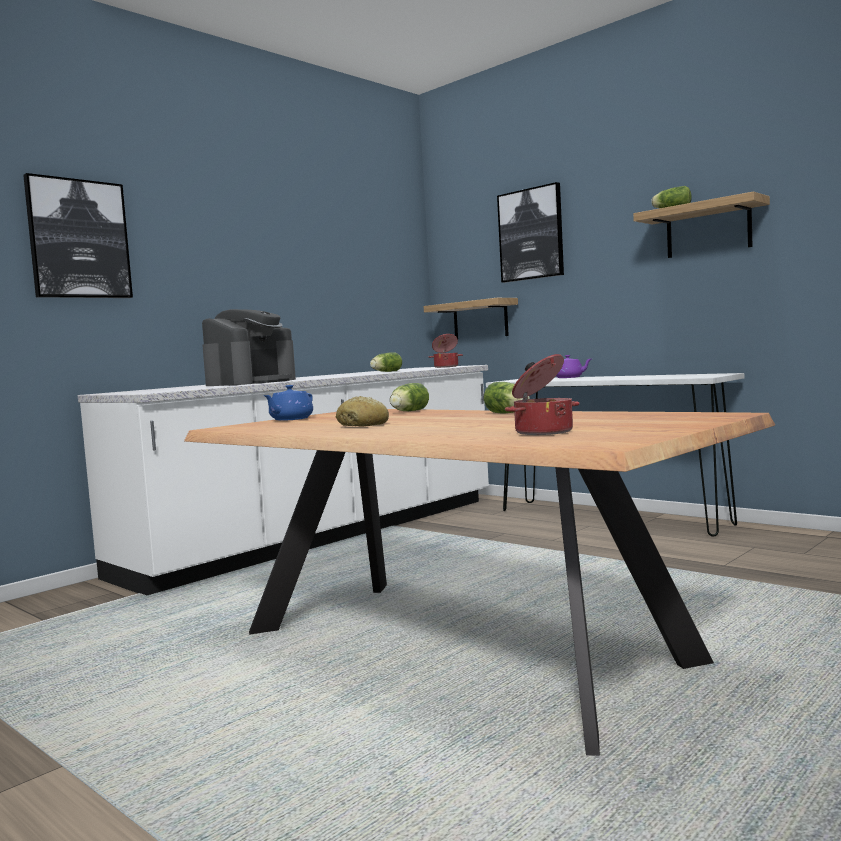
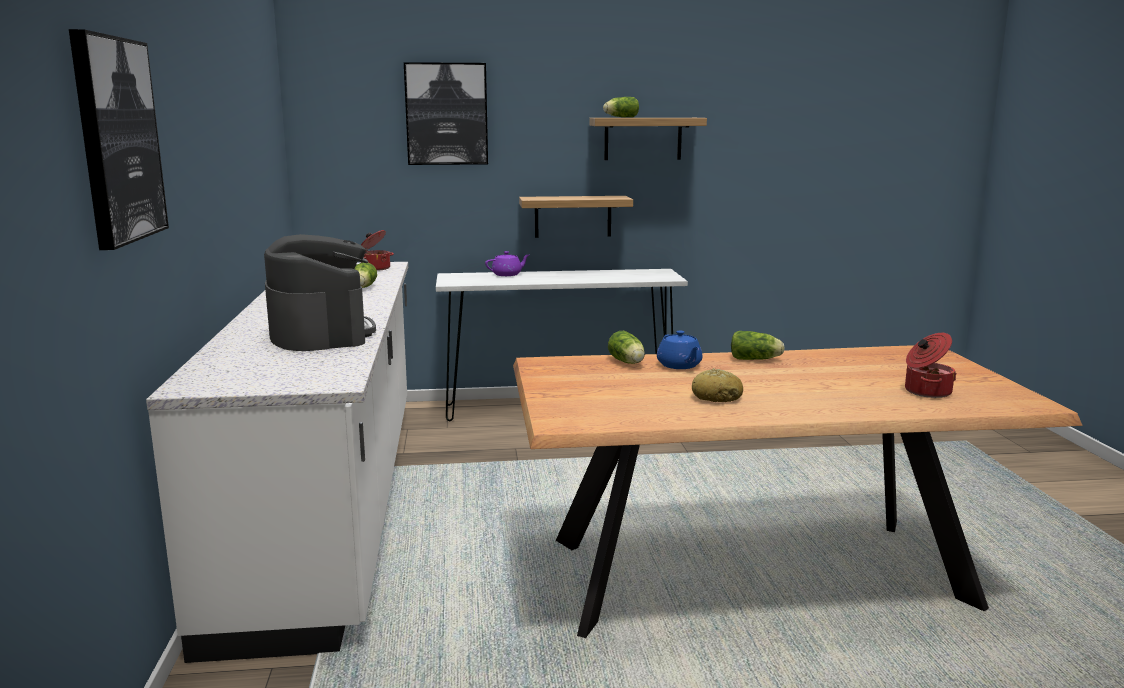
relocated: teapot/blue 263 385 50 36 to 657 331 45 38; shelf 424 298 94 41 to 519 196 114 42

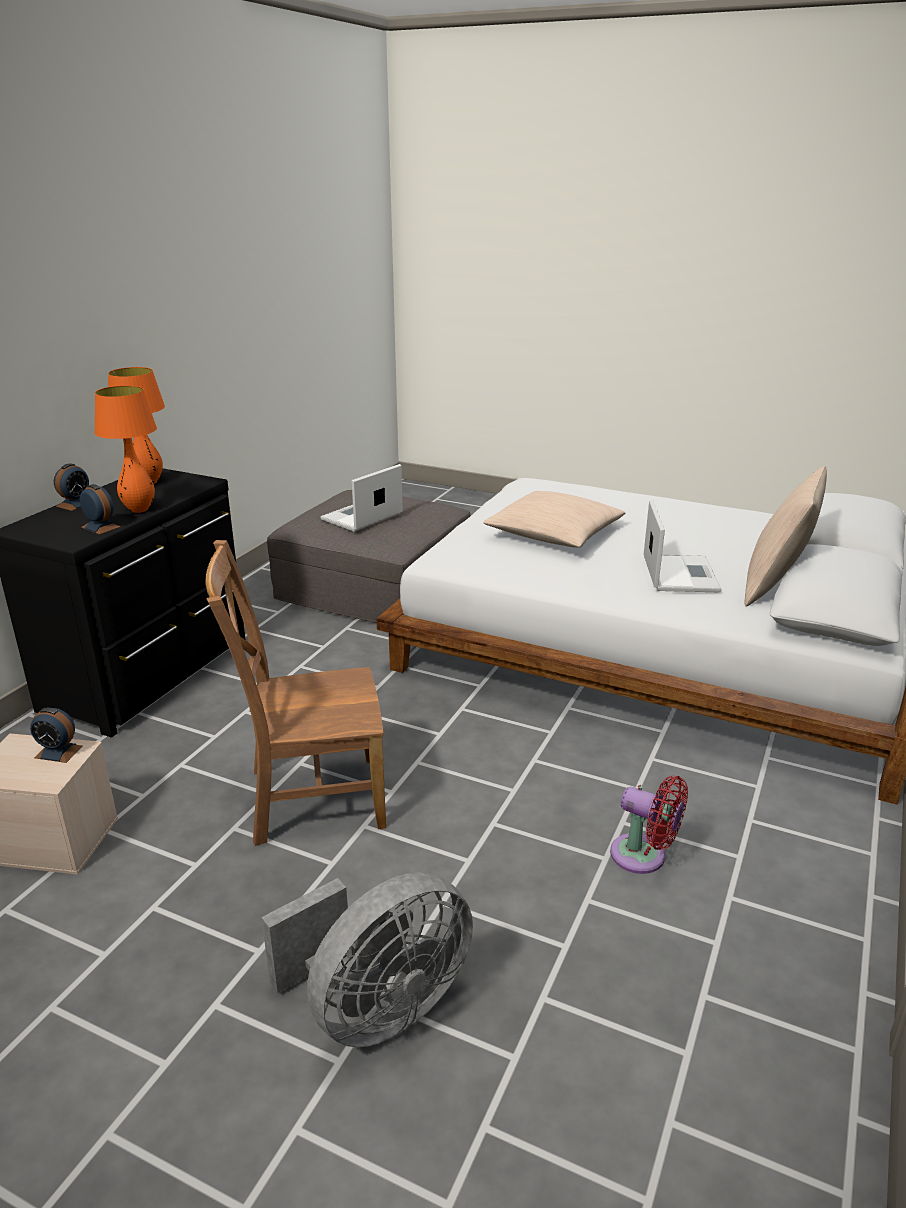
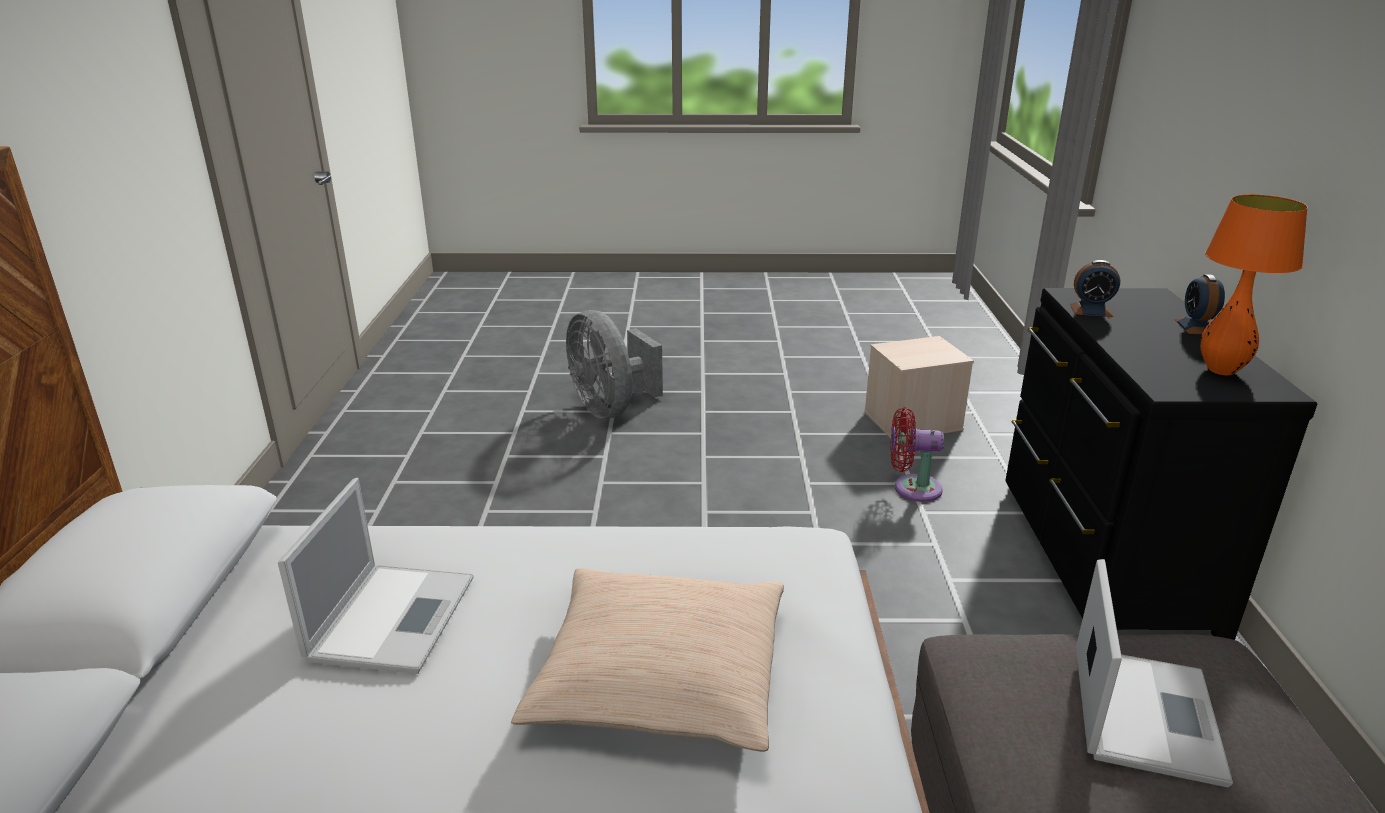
missing: alarm clock 30 708 53 55; table lamp/orange 94 385 63 128; chair/brown 205 540 181 306; pillow/beige 744 466 83 140
relocated: fan/red 610 776 78 98 to 890 408 54 94
spun: fan/grey 261 872 212 175 = 566 310 97 108 60 degrees counterclockwise; laptop 644 500 77 92 = 278 478 196 196 150 degrees counterclockwise

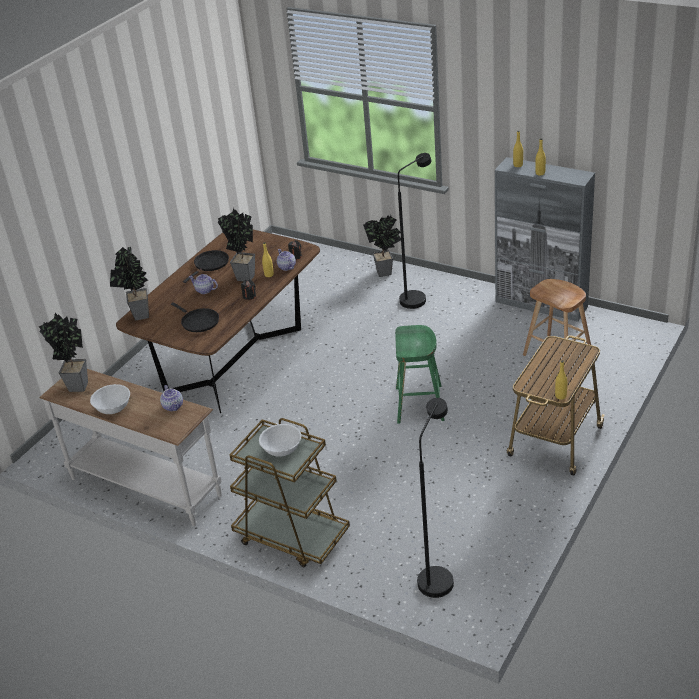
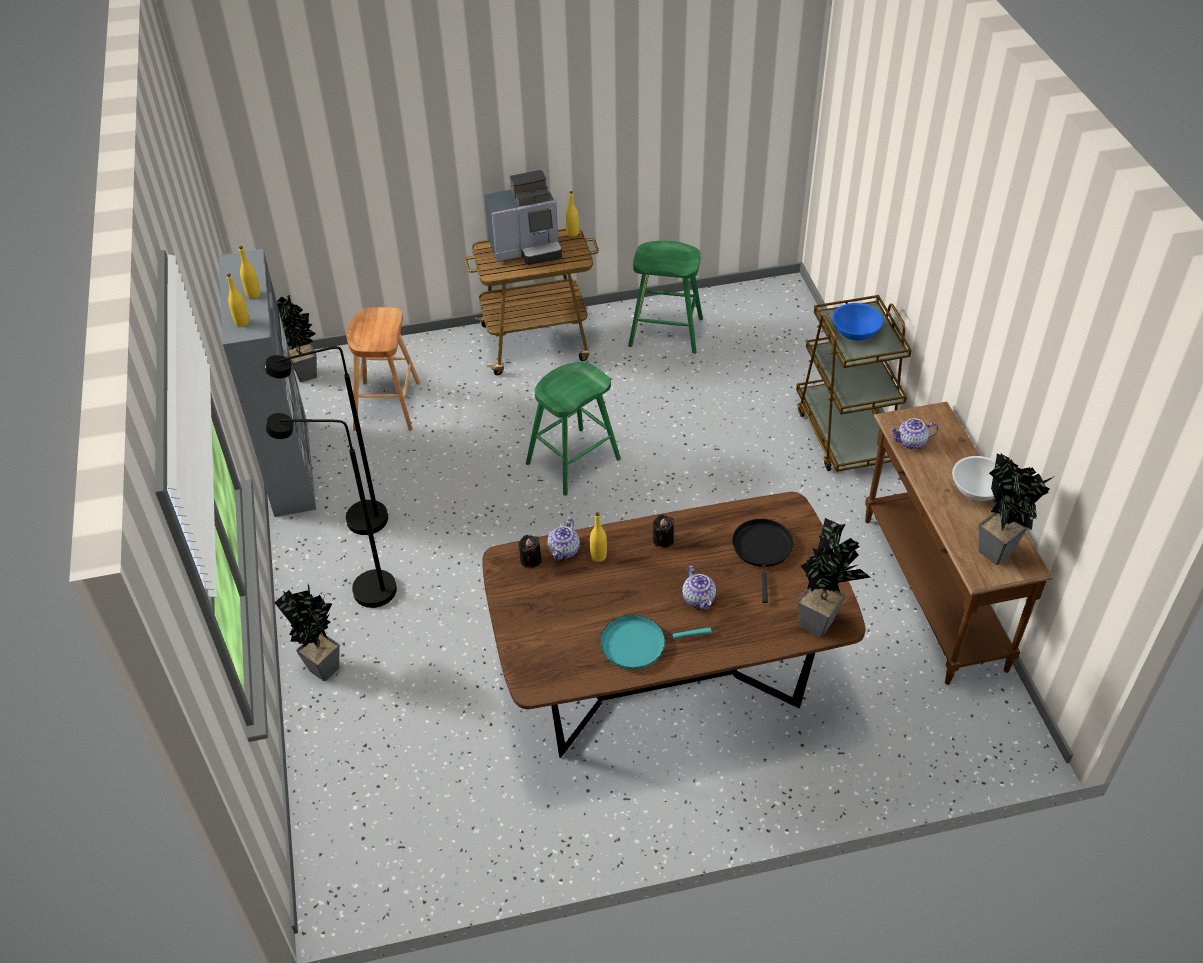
appeared: coffee machine 484 170 78 95; stool/green 628 241 75 113
relocated: potted plant 217 208 38 74 to 277 295 40 87; floor lamp/black 417 398 37 200 to 265 346 123 189
colour: console table/white 39 369 183 157 to console table/brown 865 402 188 283; frying pan/black 183 250 46 33 to frying pan/turquoise 600 615 112 55; bowl/white 259 424 42 33 to bowl/blue 833 303 50 37
spun: teapot 160 385 23 26 = 890 418 48 31 120 degrees counterclockwise

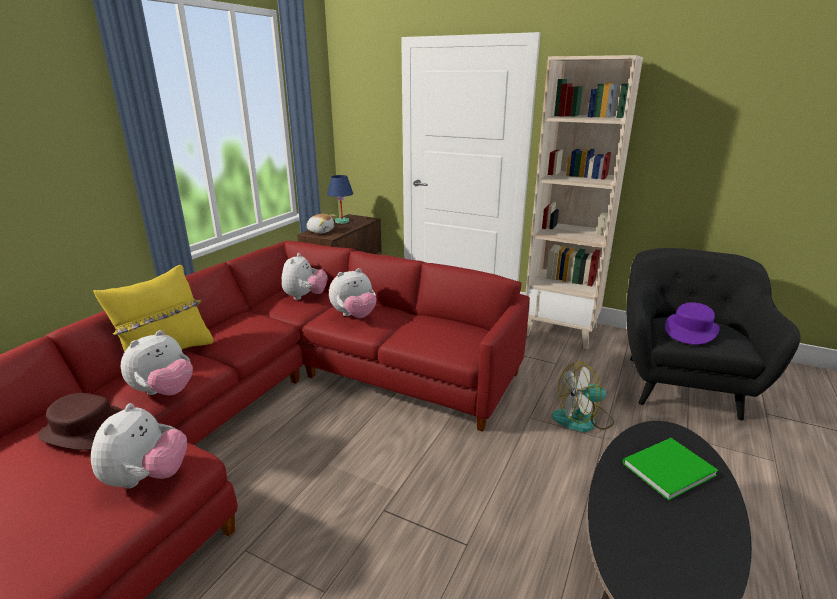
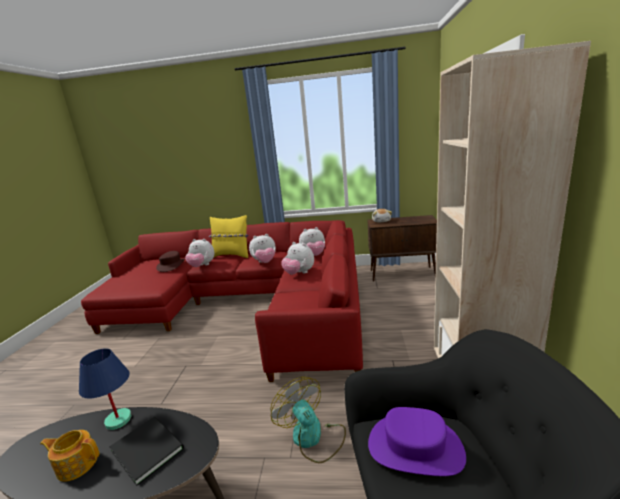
appeared: teapot 40 430 60 52
relocated: plush toy 91 403 96 86 to 249 234 27 29; table lamp/blue 327 175 26 49 to 79 348 53 82
colour: book/green 622 438 96 62 to book/black 109 417 75 69

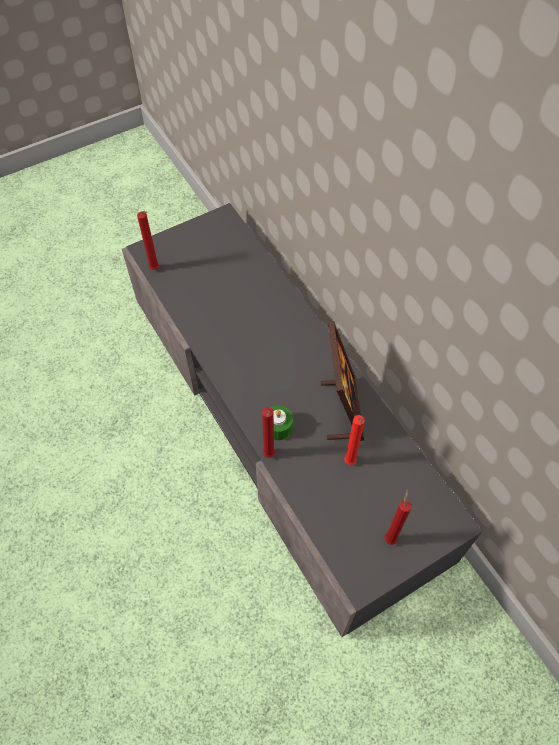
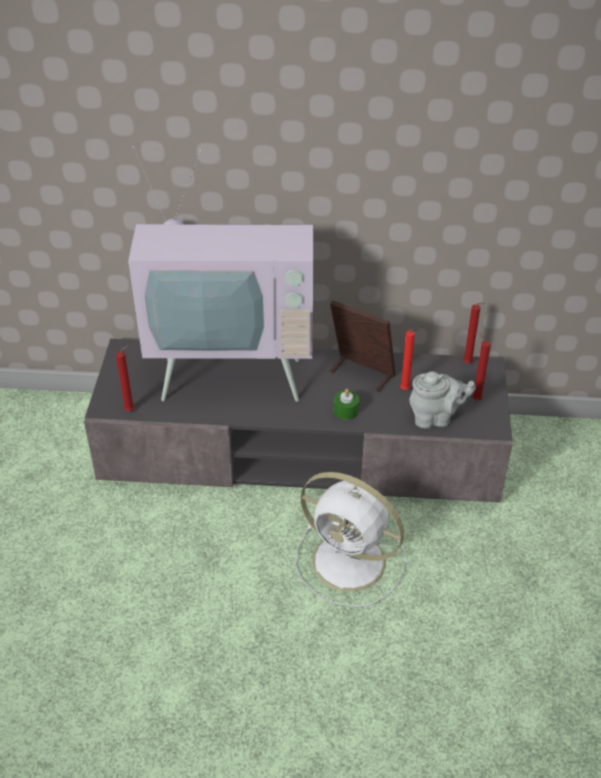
appeared: television 128 146 185 256; fan/white 295 472 111 135; teapot/grey 410 371 66 57
relocated: candle/red 262 407 13 51 to 463 303 22 60

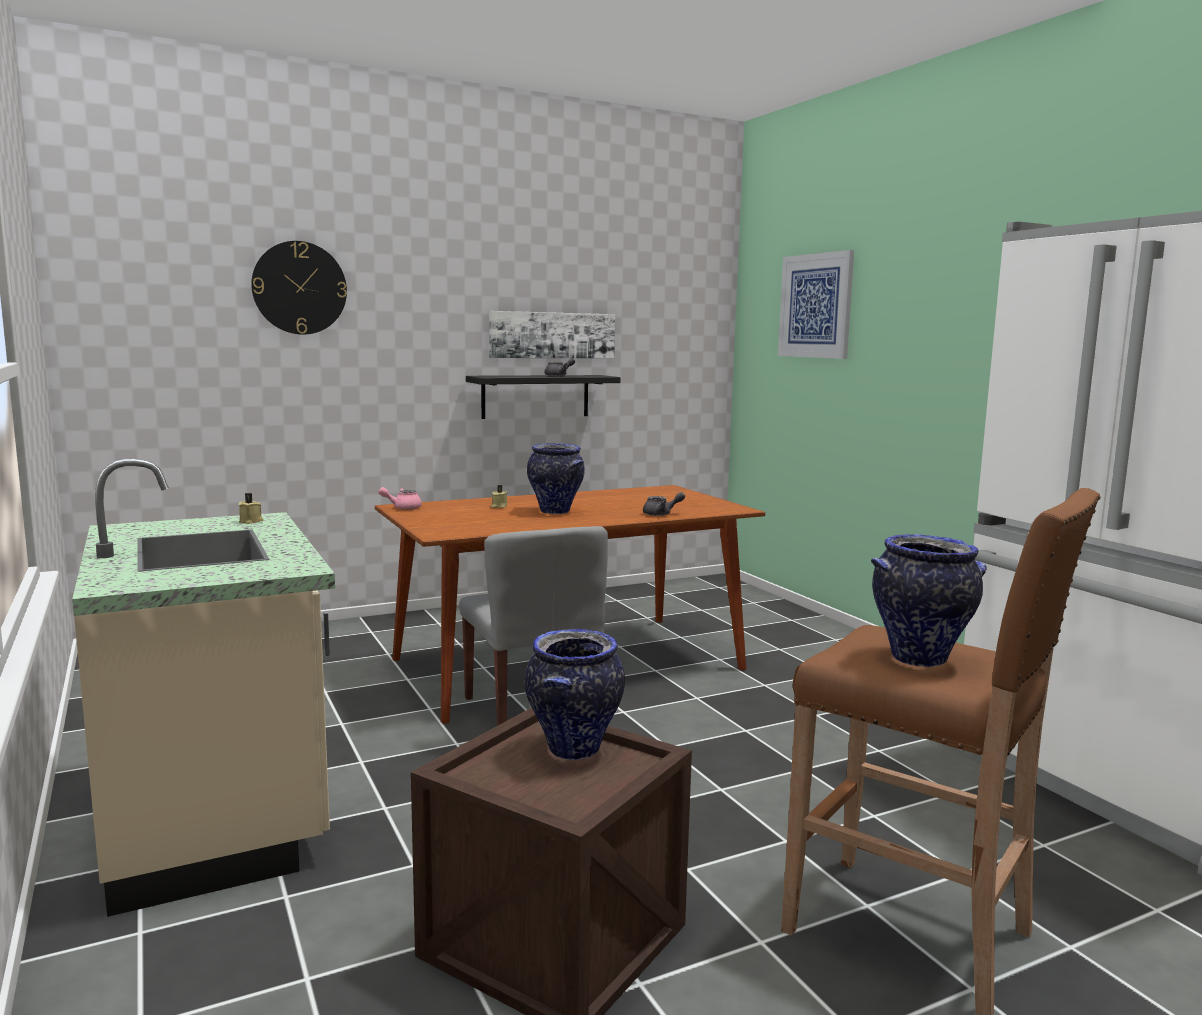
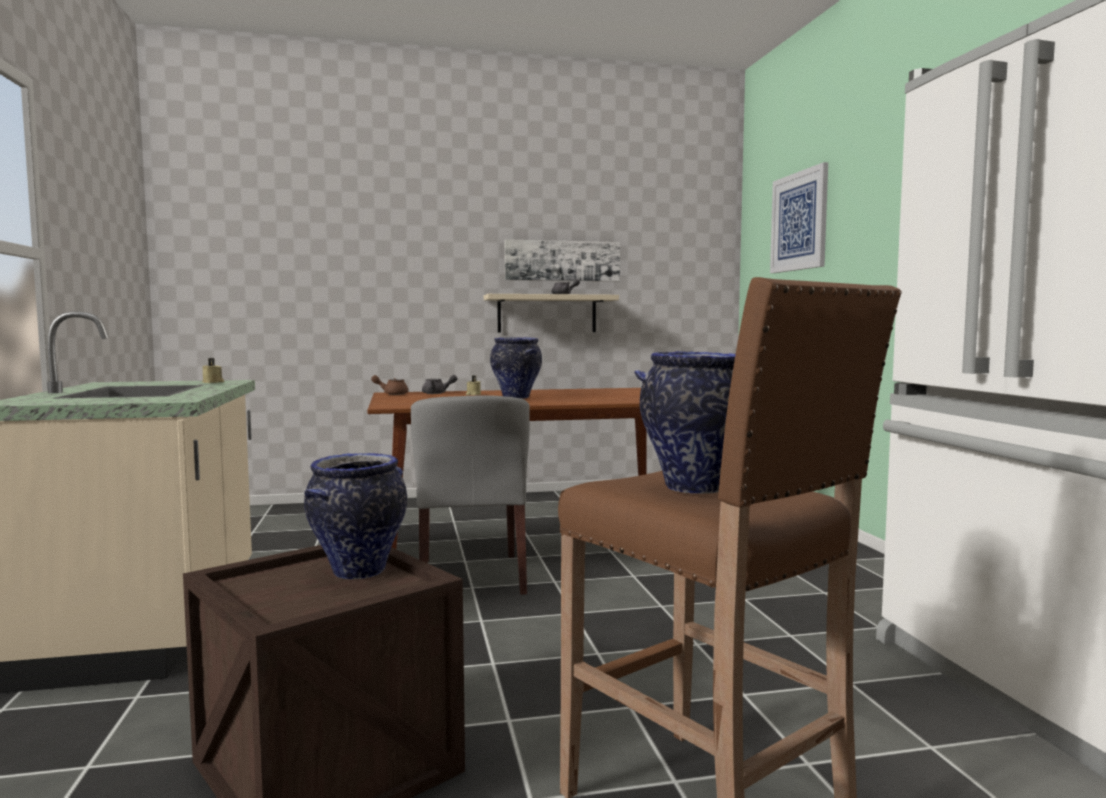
missing: wall clock 251 241 96 94
relocated: teapot/grey 643 492 42 24 to 422 375 36 19
colour: teapot/pink 378 487 44 23 to teapot/brown 371 375 37 20; shelf/black 466 375 154 44 to shelf/beige 484 294 135 39

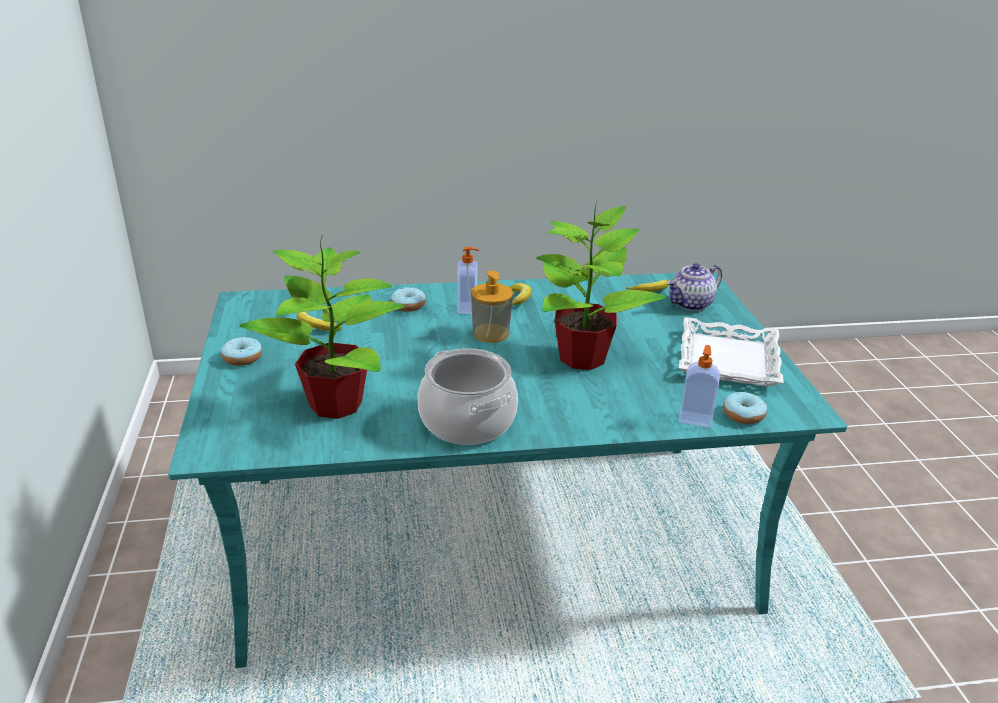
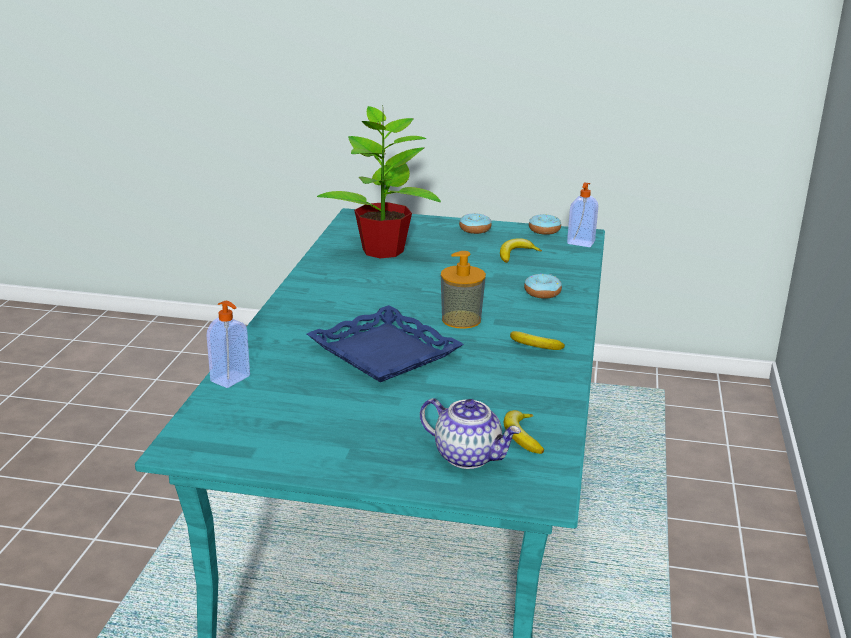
missing: cooking pot 417 348 101 97; tray/white 679 317 105 70
relocated: soap dispenser 457 247 22 67 to 567 182 31 65; donut 723 392 44 32 to 529 214 32 21
exchanged: potted plant 536 202 130 168 to tray/blue 307 305 157 77
spun: teapot 667 263 55 48 = 420 398 101 71 135 degrees clockwise

